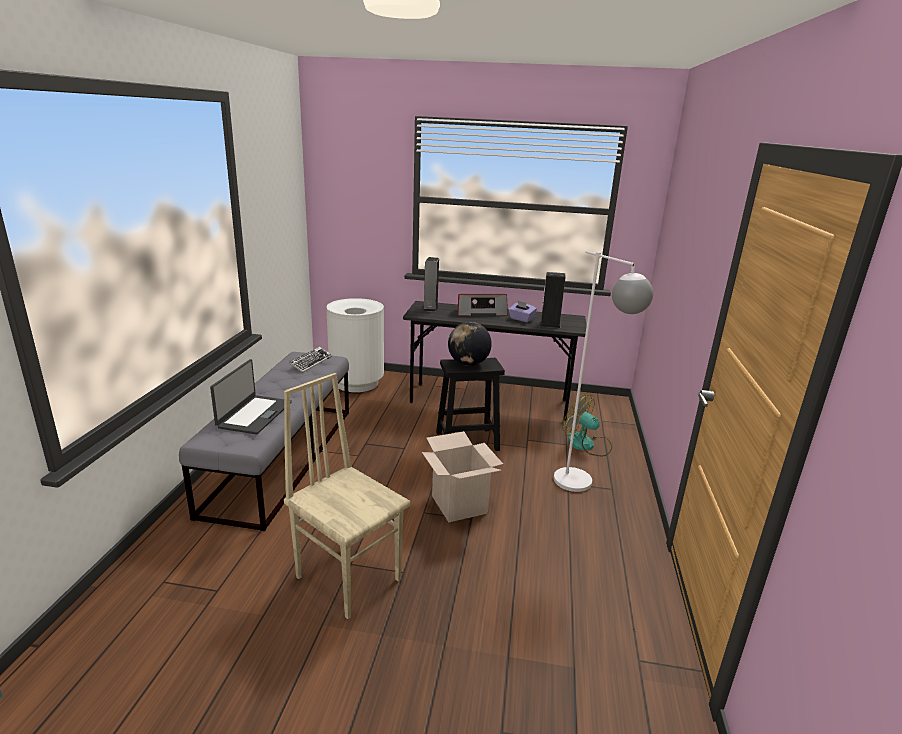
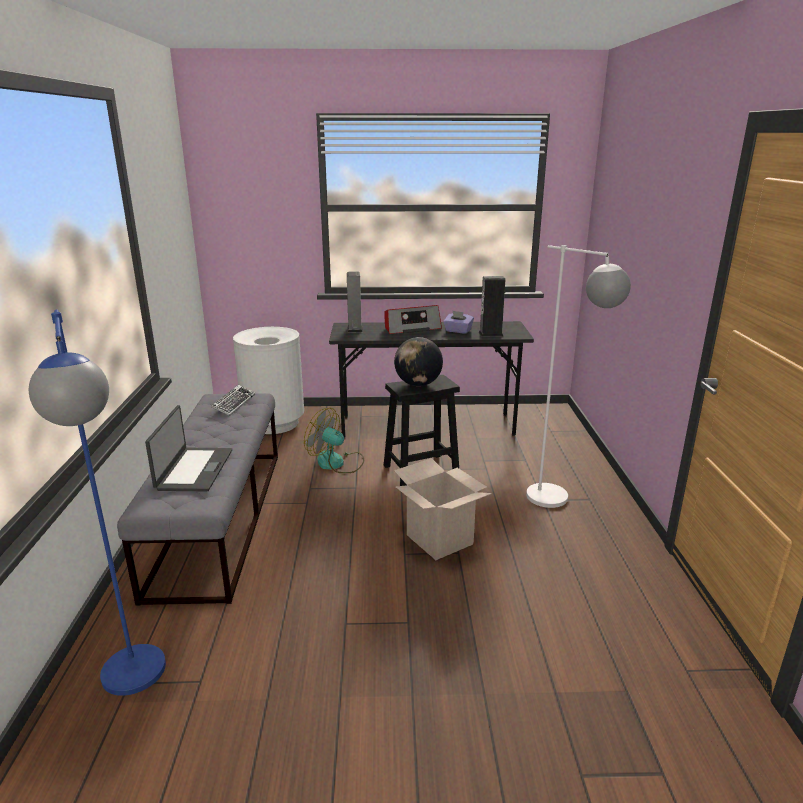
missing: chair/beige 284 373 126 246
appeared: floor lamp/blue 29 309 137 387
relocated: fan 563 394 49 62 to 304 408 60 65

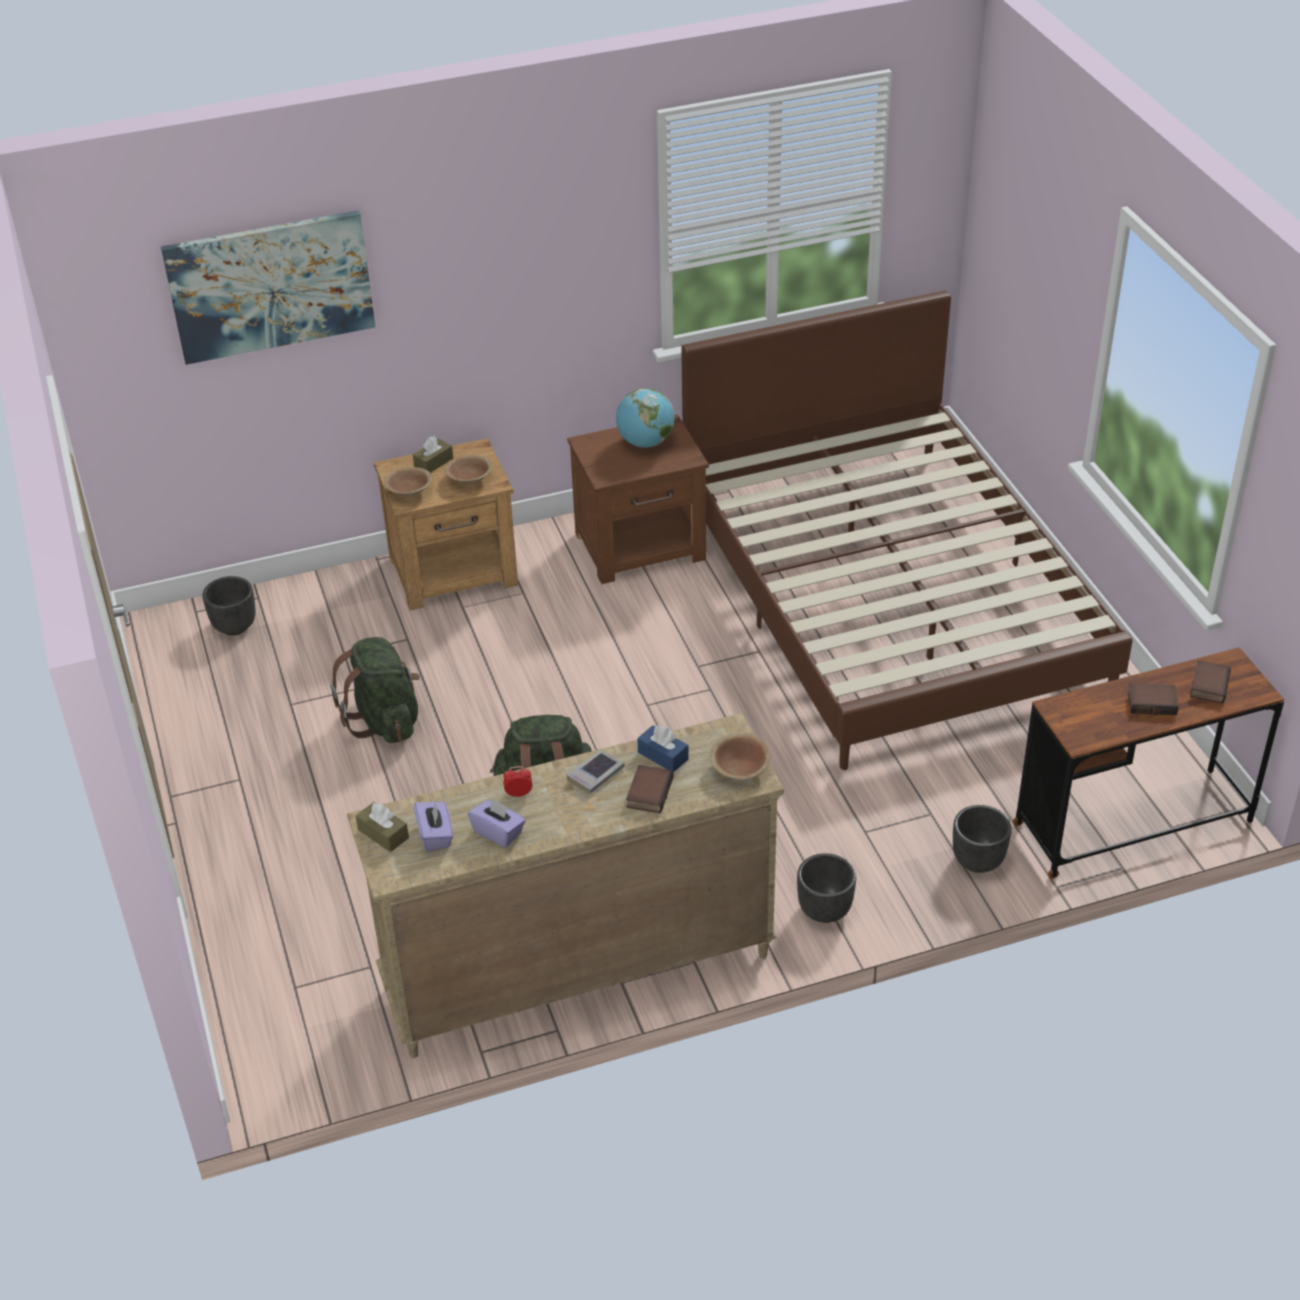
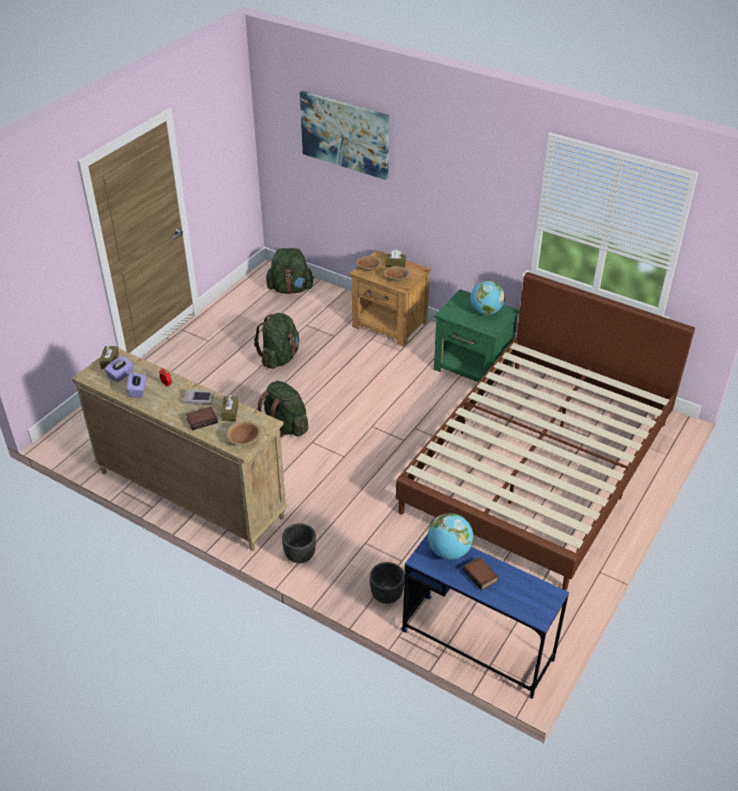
missing: book 1190 660 41 44
appeared: globe 428 513 46 47
exchanged: planter/black 203 576 52 59 to backpack/green 266 248 48 46
colour: nightstand/brown 567 414 142 170 to nightstand/green 434 289 86 97; tissue box/blue 637 725 52 47 to tissue box/brown 221 395 18 26; desk/brown 1013 647 271 232 to desk/blue 401 534 168 165

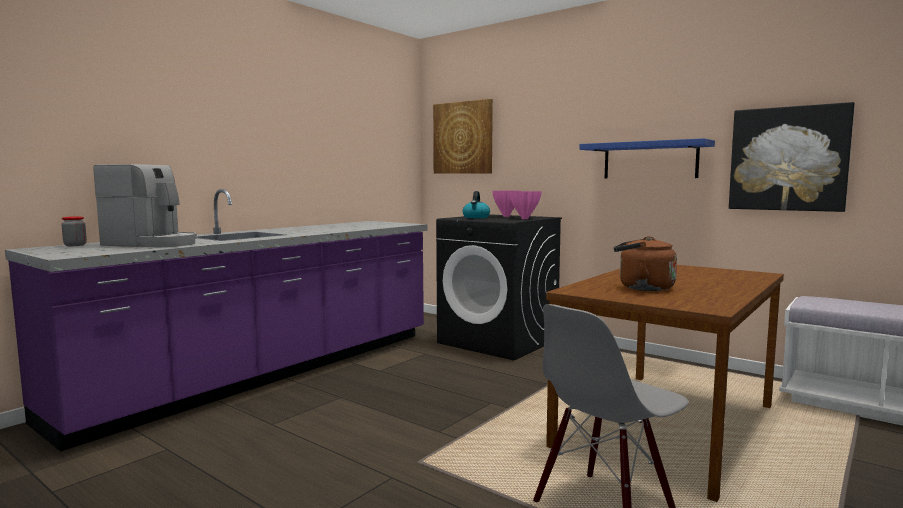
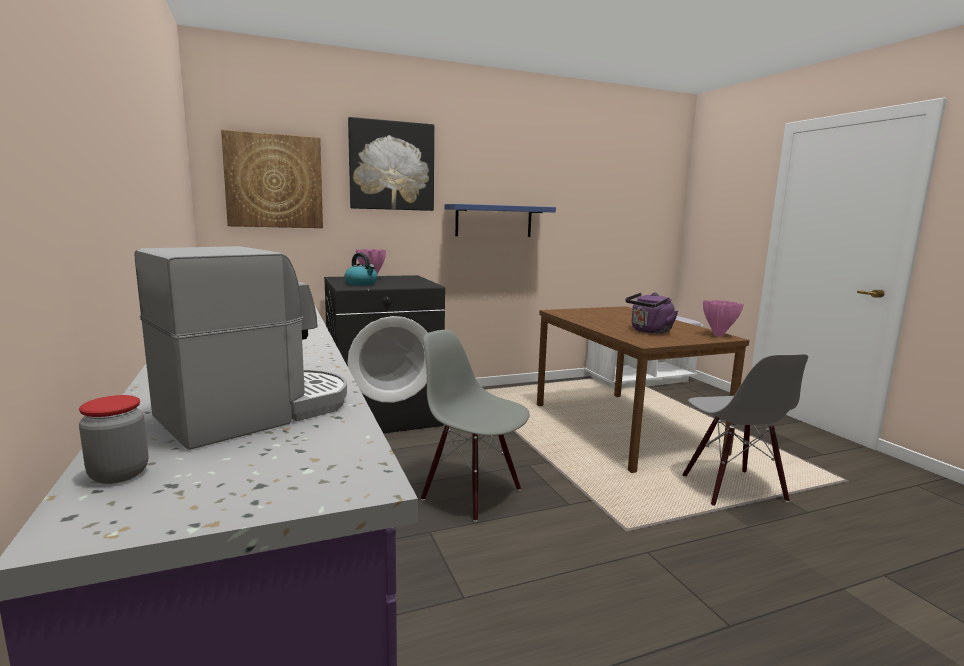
appeared: chair/grey 421 330 108 192
relocated: vase/pink 509 191 33 28 to 703 300 41 37; picture 729 102 126 110 to 348 117 86 94
colour: kettle/brown 614 236 63 55 to kettle/purple 625 292 53 42

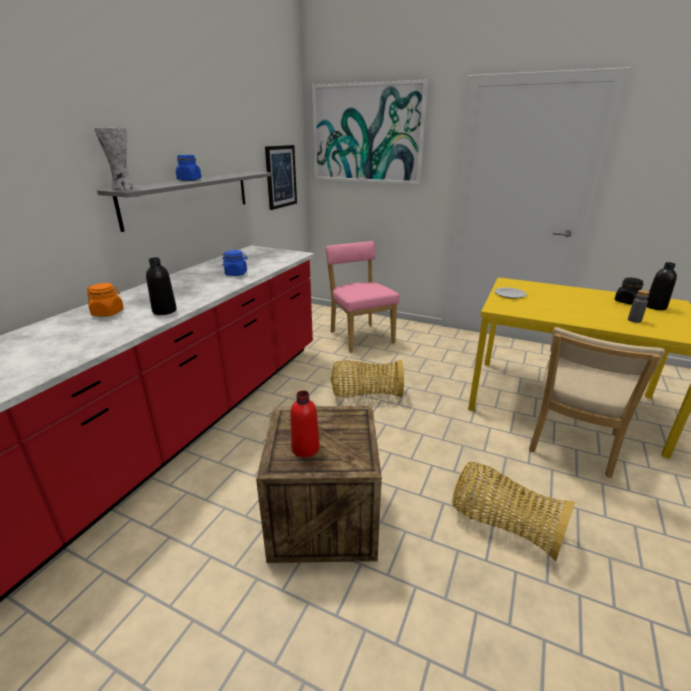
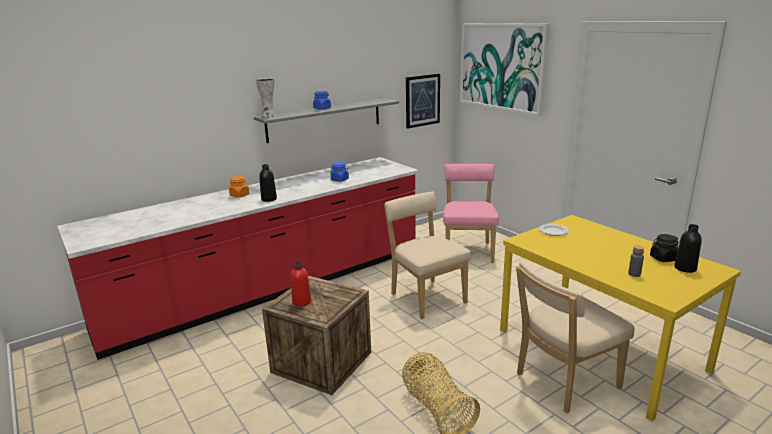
exchanged: basket 331 360 73 38 to chair/beige 384 192 87 127

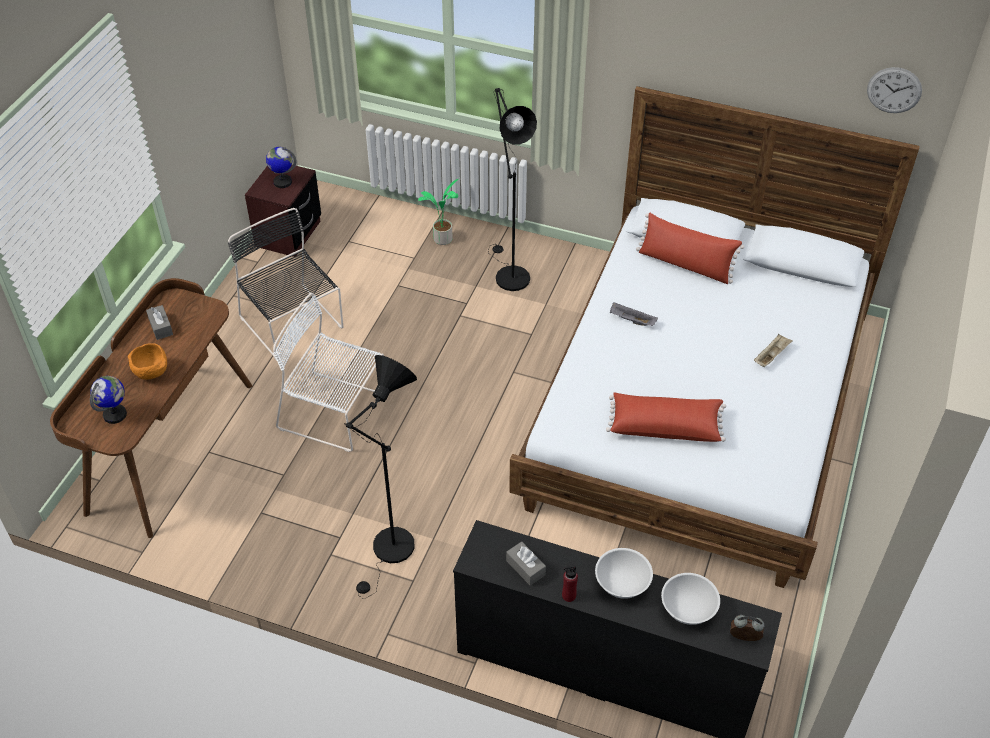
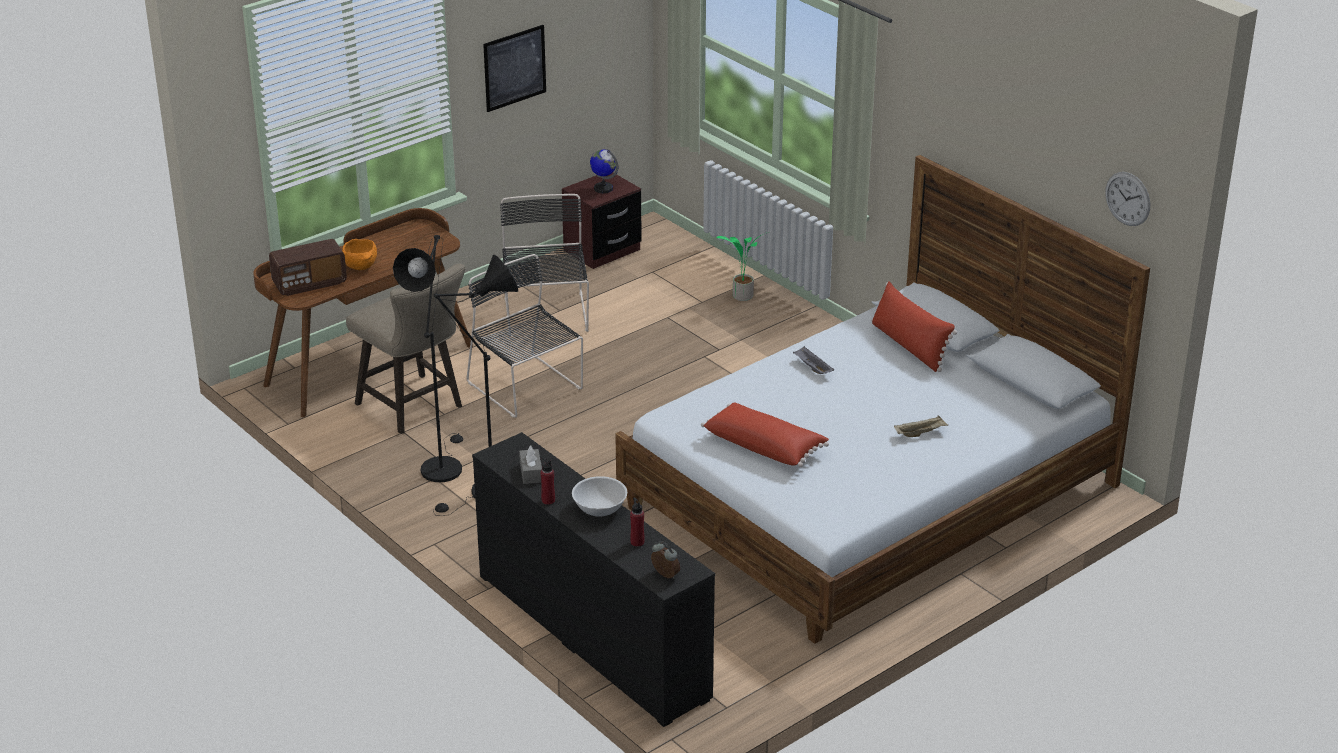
missing: tissue box/grey 146 305 27 35
appeared: stool/beige 346 263 119 171; picture 483 25 63 87
relocated: floor lamp/black 488 88 49 203 to 393 235 70 247
exchanged: globe 90 376 37 48 to radio 269 239 78 57; bowl/white 661 573 59 52 to bottle/red 630 497 15 50
colour: chair/white 273 293 111 159 to chair/black 466 254 117 164

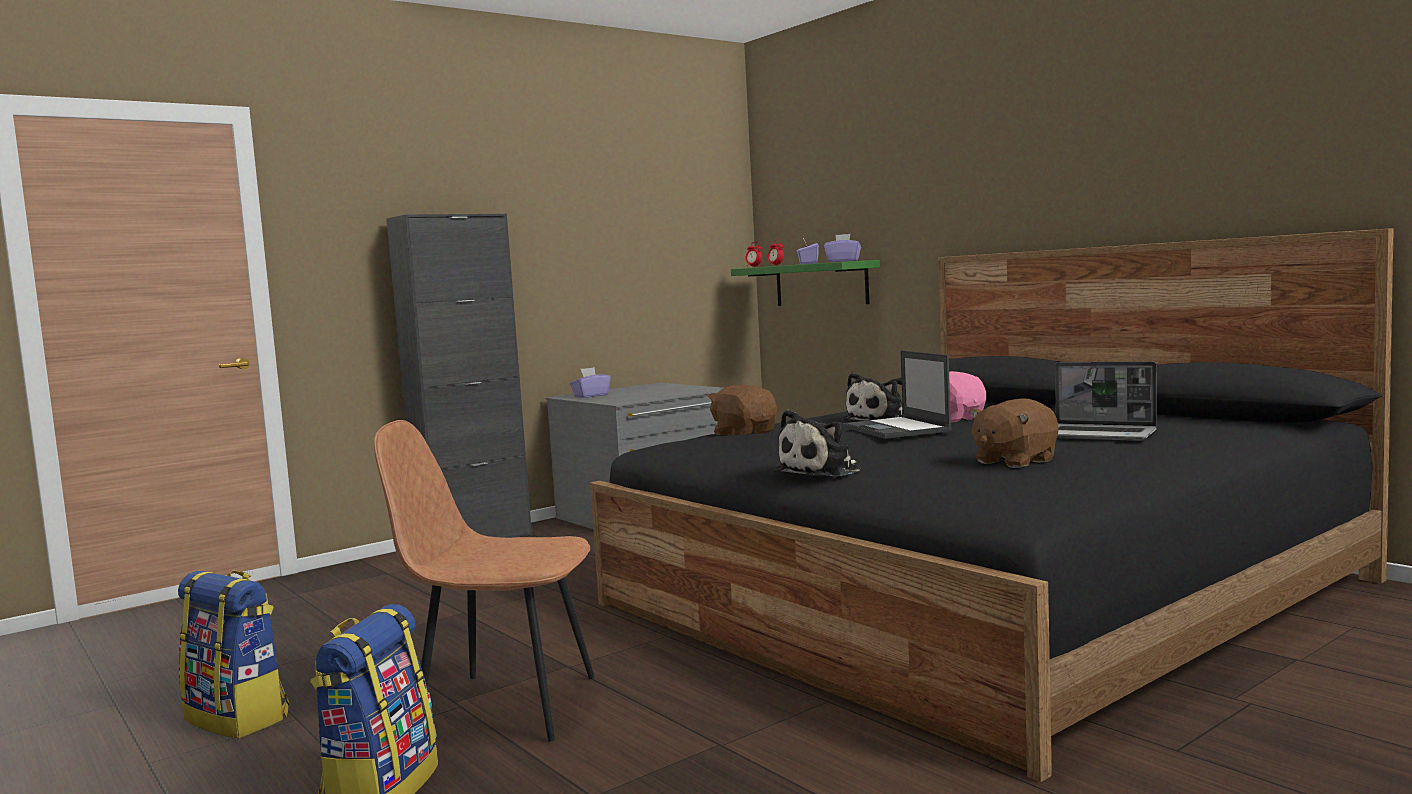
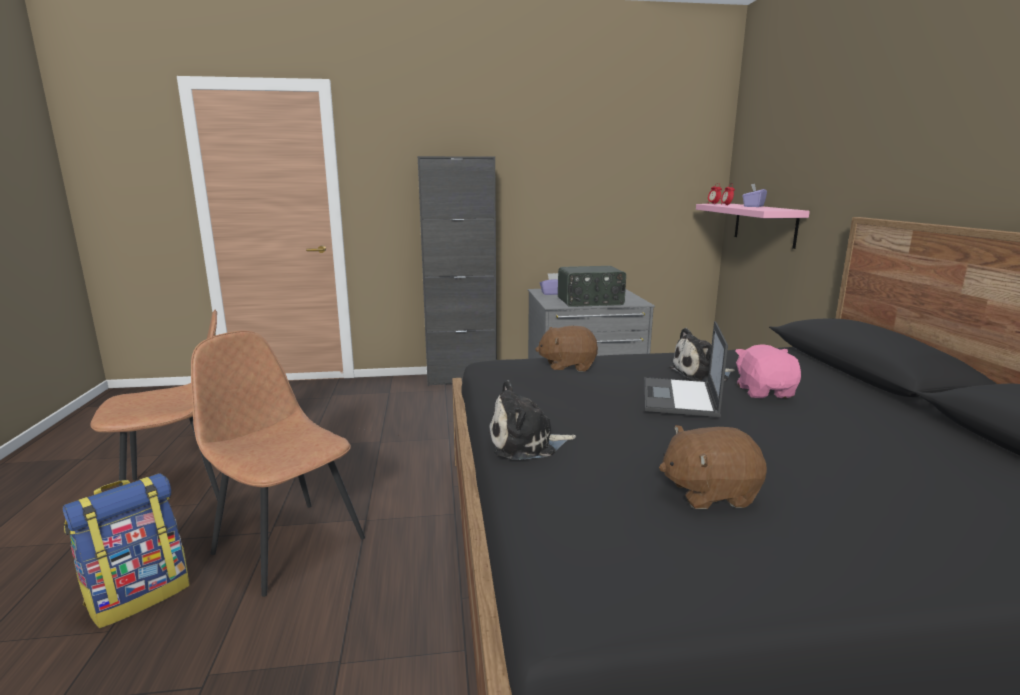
missing: tissue box/purple 824 234 37 28; laptop 1055 362 102 79
appeared: radio 558 266 68 41
exchanged: backpack 178 570 111 168 to chair/brown 90 310 129 191
colour: shelf/green 731 260 149 46 to shelf/pink 696 204 114 45
spun: plush toy/brown 708 385 69 51 = 535 326 63 46 90 degrees counterclockwise

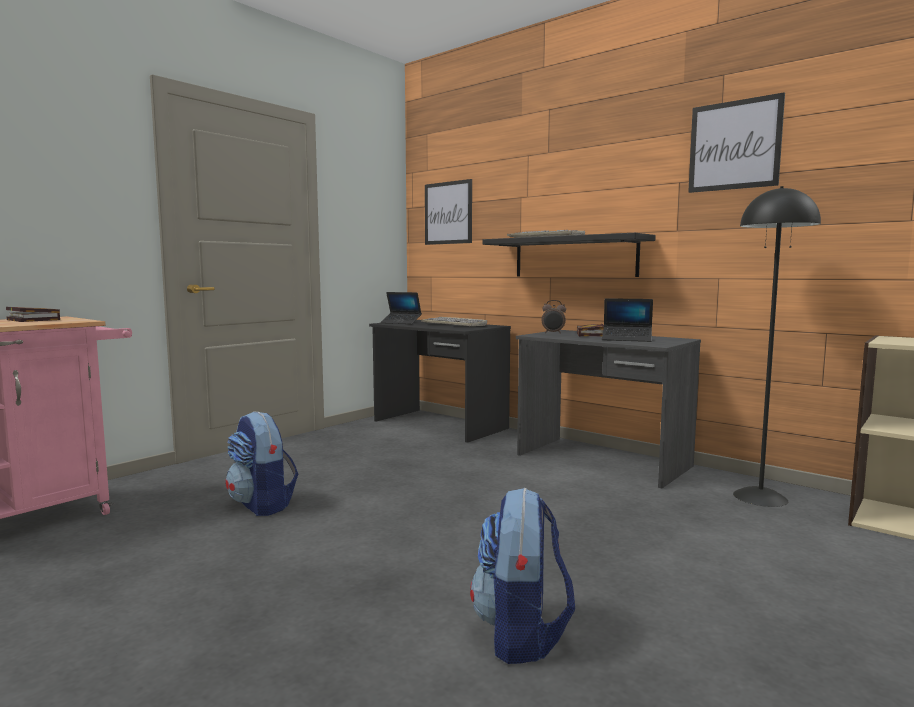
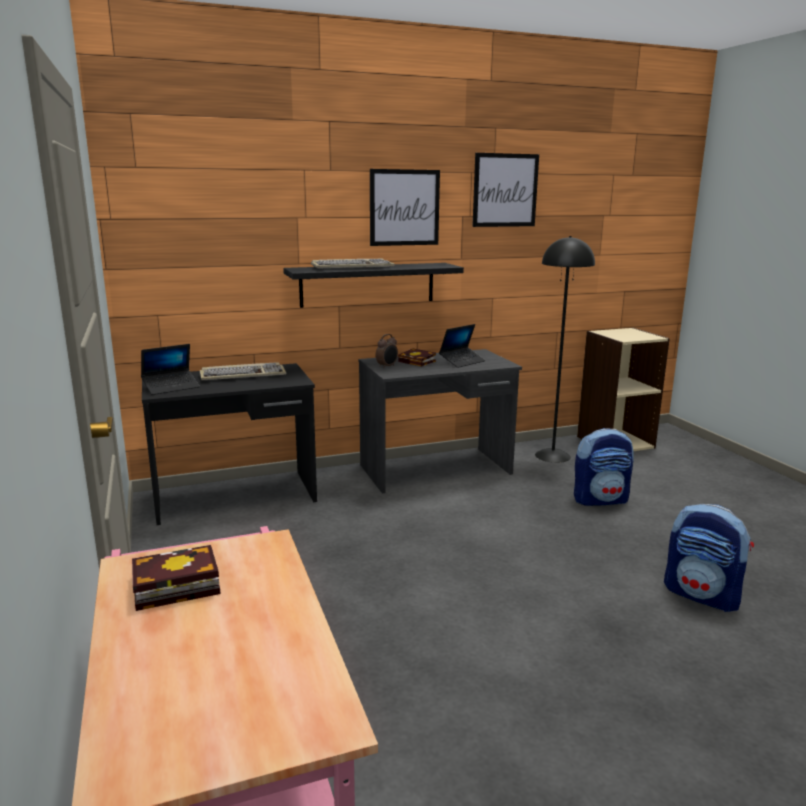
relocated: backpack 225 412 73 104 to 574 428 60 78; picture 425 179 47 66 to 370 169 70 77

